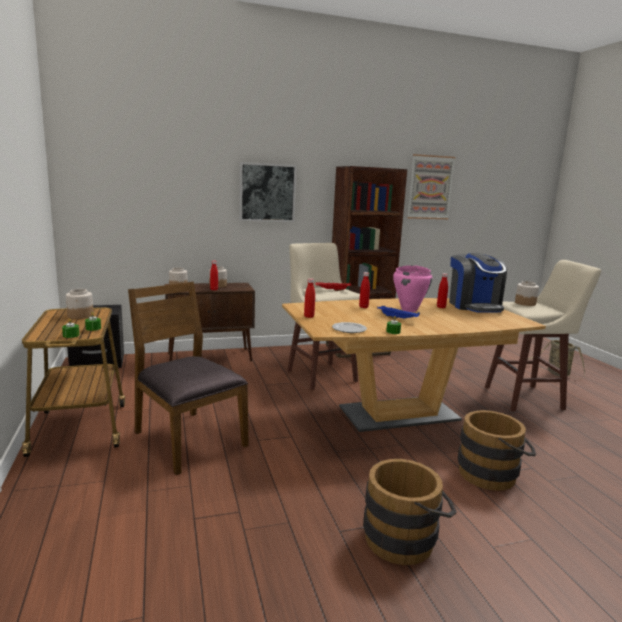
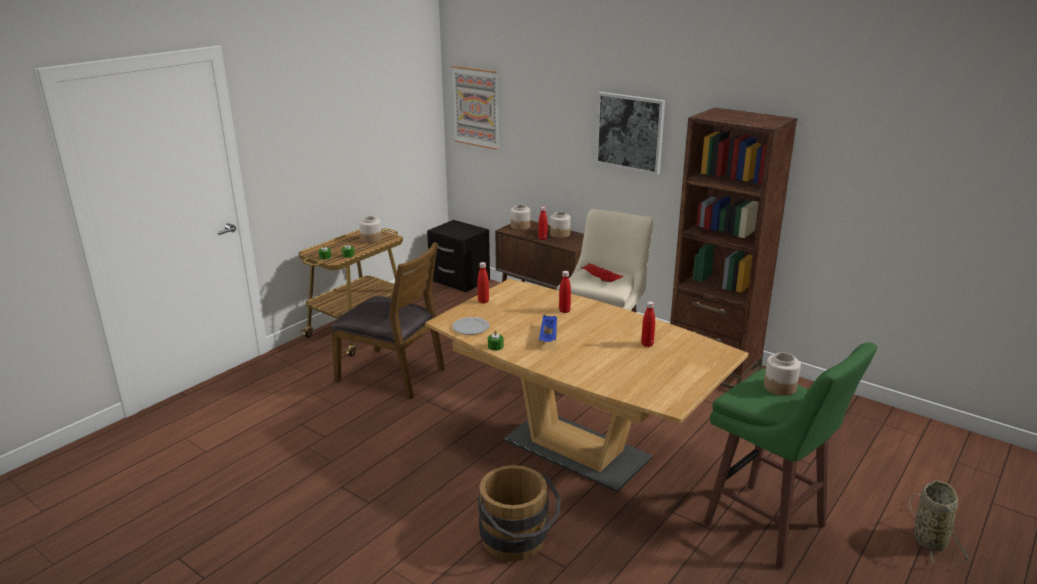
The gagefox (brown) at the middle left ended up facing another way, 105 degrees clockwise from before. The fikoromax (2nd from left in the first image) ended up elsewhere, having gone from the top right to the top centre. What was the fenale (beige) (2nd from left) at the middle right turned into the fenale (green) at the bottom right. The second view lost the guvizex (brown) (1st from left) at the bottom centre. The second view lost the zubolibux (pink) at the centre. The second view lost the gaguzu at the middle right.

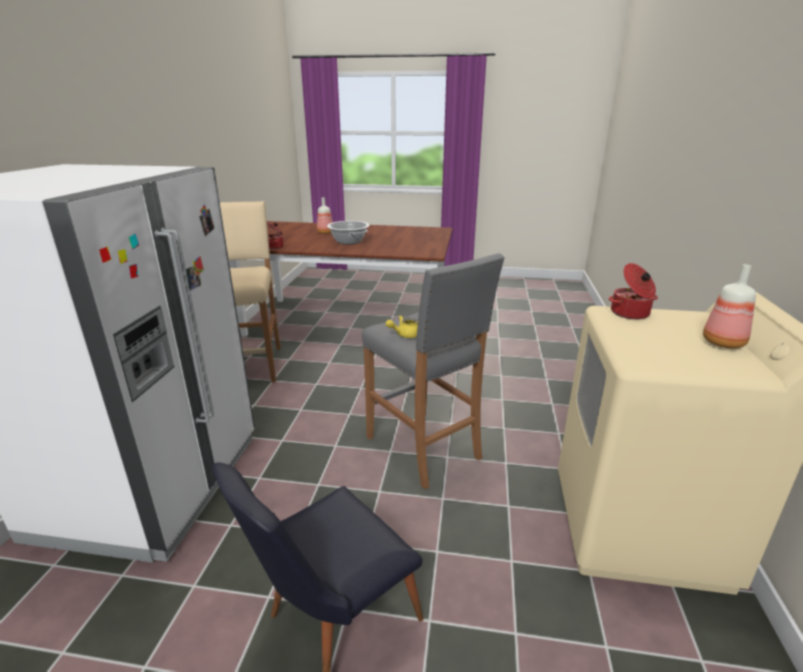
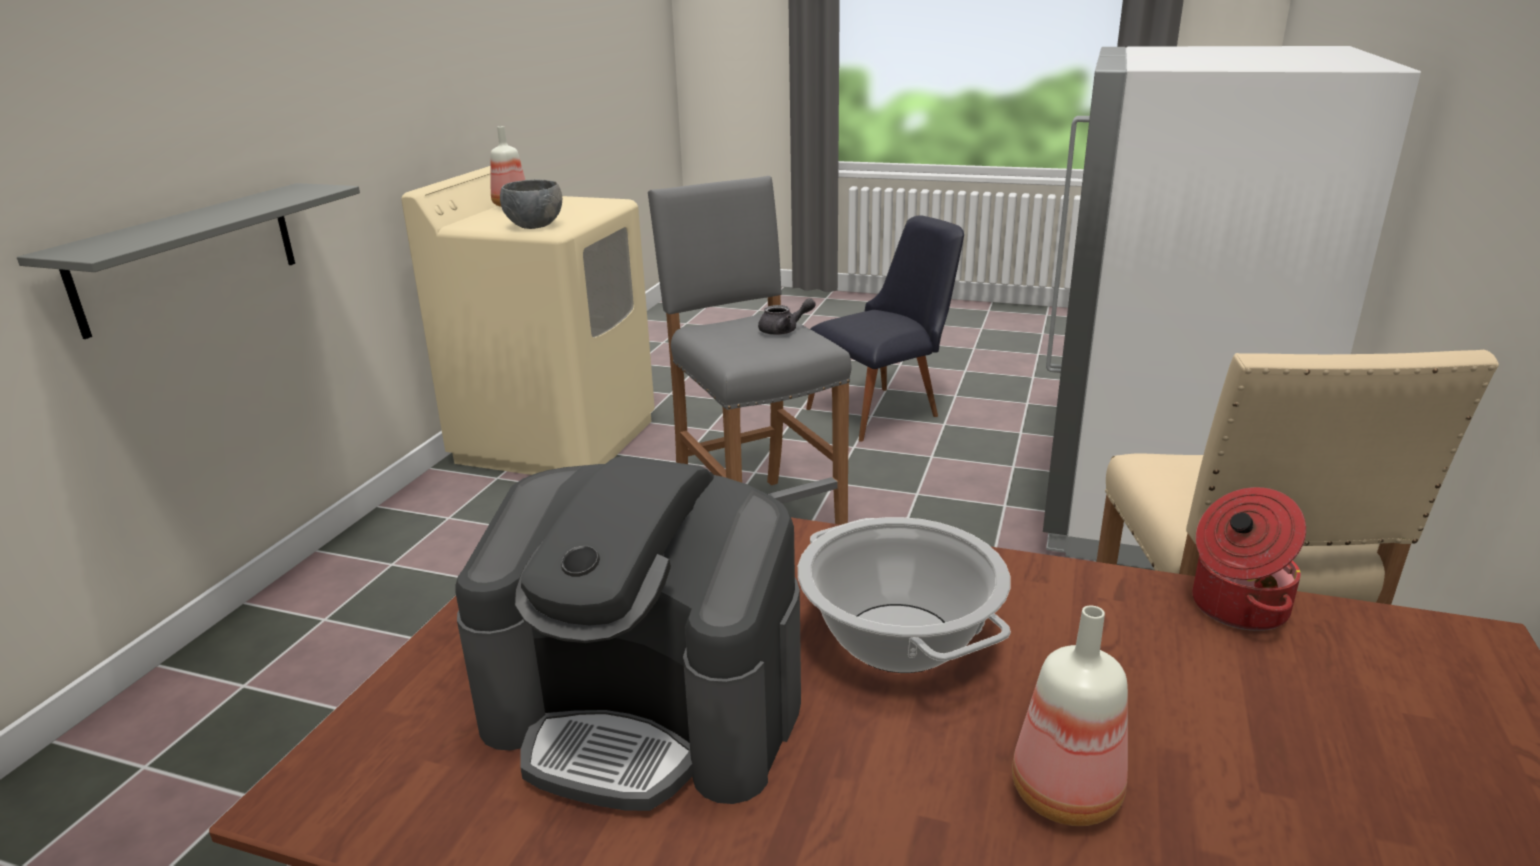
The second view gained the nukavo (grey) at the top left. The second view gained the gaguzu at the bottom centre. Where the zubolibux (3rd from left) stood at the middle right, the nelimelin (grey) came to stand at the top centre. What was the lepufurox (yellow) at the centre turned into the lepufurox (grey) at the centre.

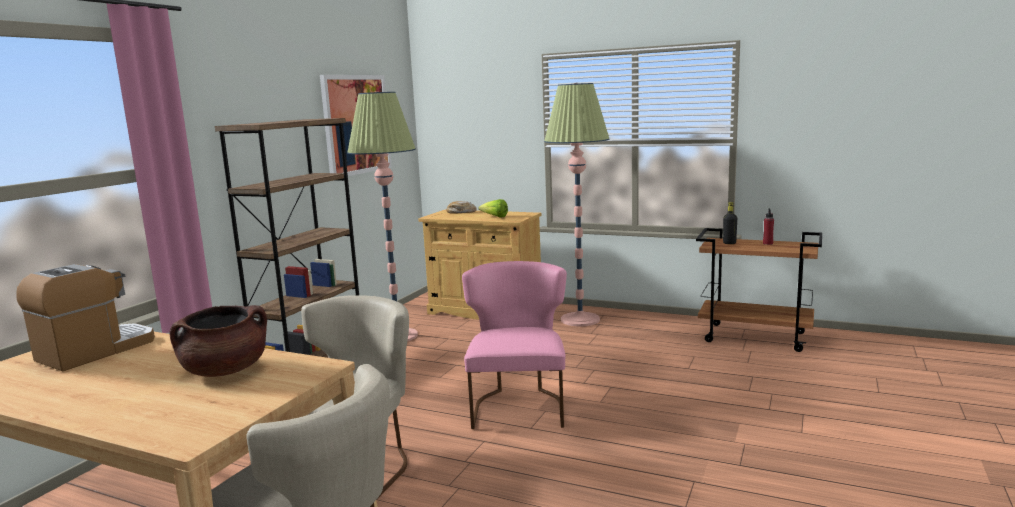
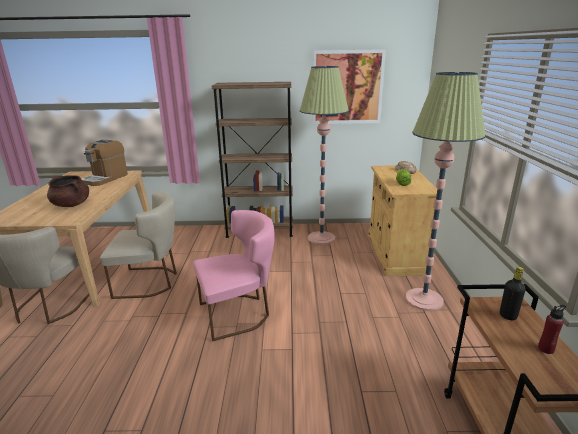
The gaguzu at the middle left ended up facing another way, 105 degrees clockwise from before.

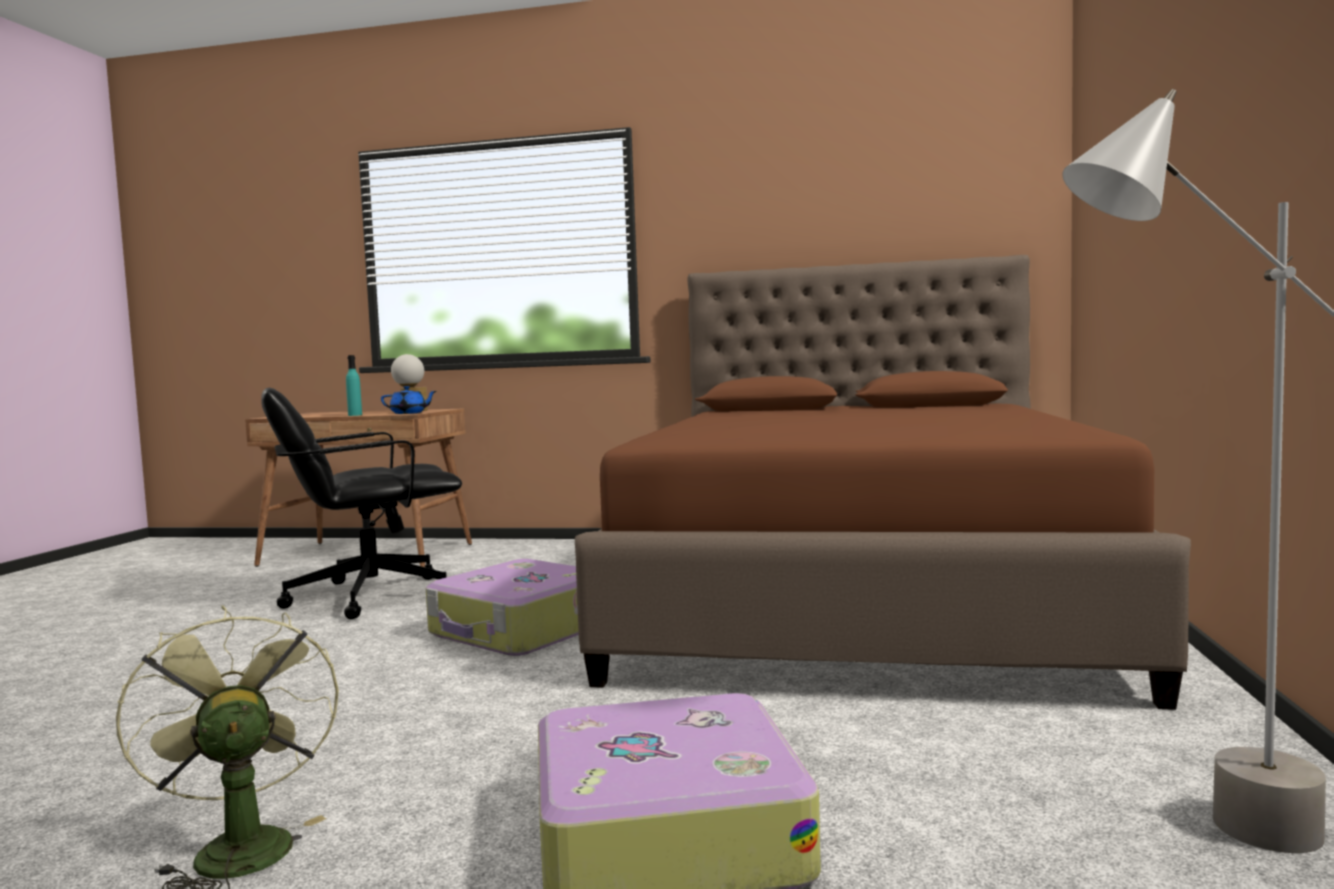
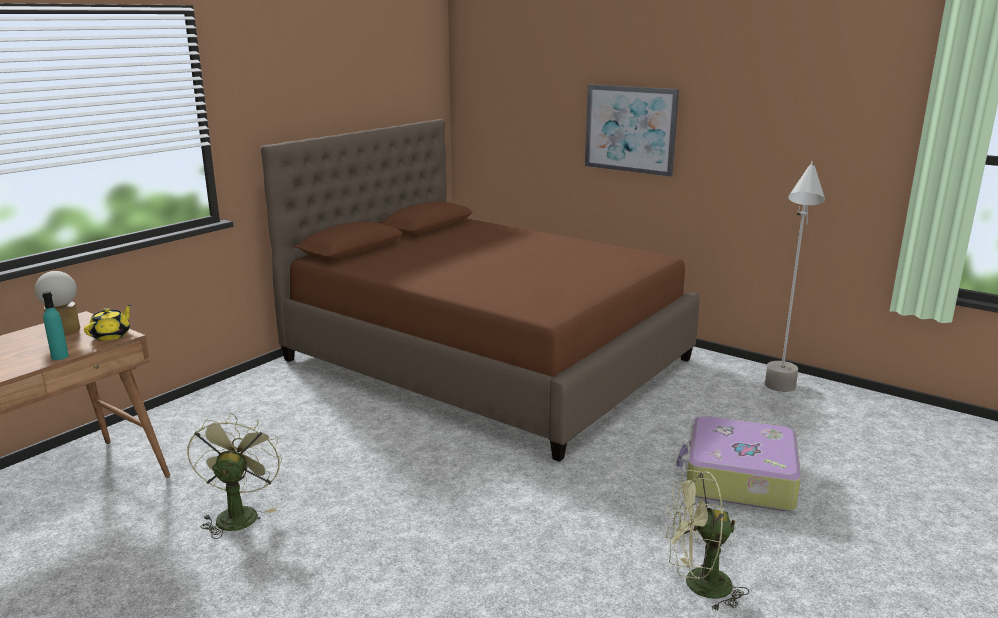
What was the lepufurox (blue) at the middle left turned into the lepufurox (yellow) at the middle left. Where the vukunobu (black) stood at the middle left, the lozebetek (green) (1st from left) came to stand at the bottom left. The second view gained the fikoromax at the top centre. The second view lost the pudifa (1st from left) at the bottom centre.

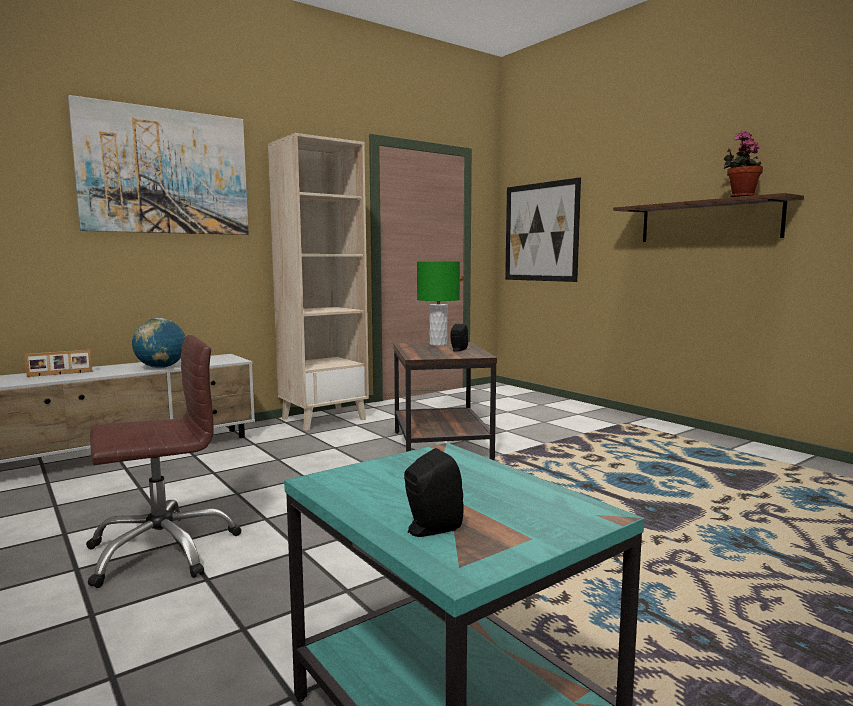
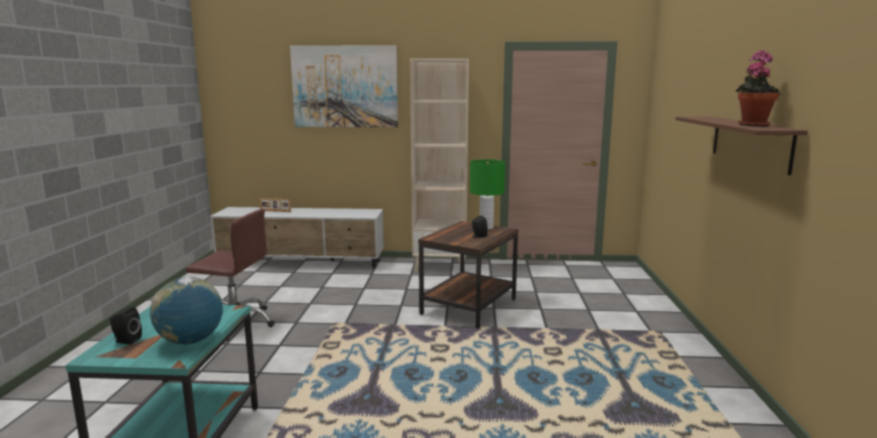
The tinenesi ended up elsewhere, having gone from the middle left to the bottom left. The second view lost the fikoromax (2nd from left) at the top centre.

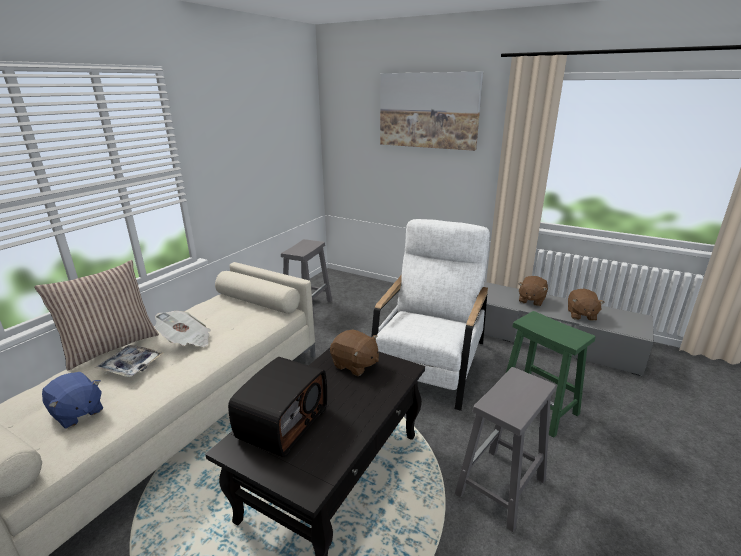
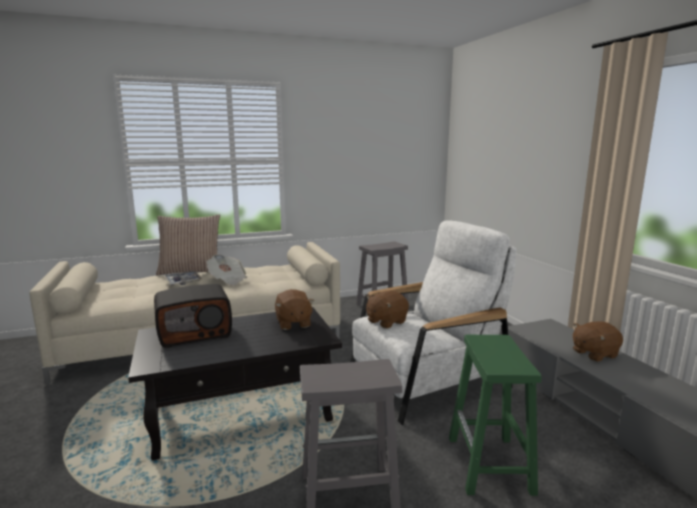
The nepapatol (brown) (3rd from left in the first image) ended up elsewhere, having gone from the middle right to the centre. The second view lost the nepapatol (blue) at the bottom left. The second view lost the fikoromax at the top centre.

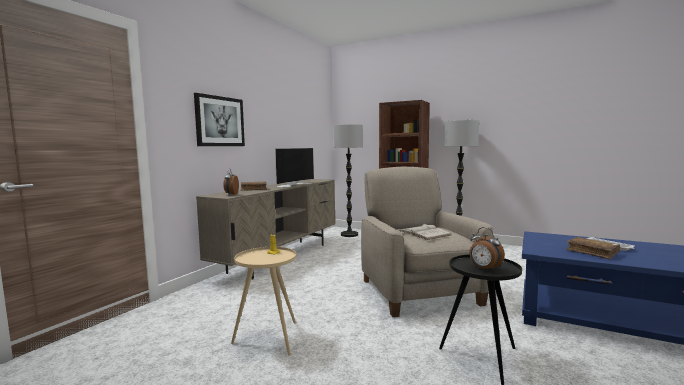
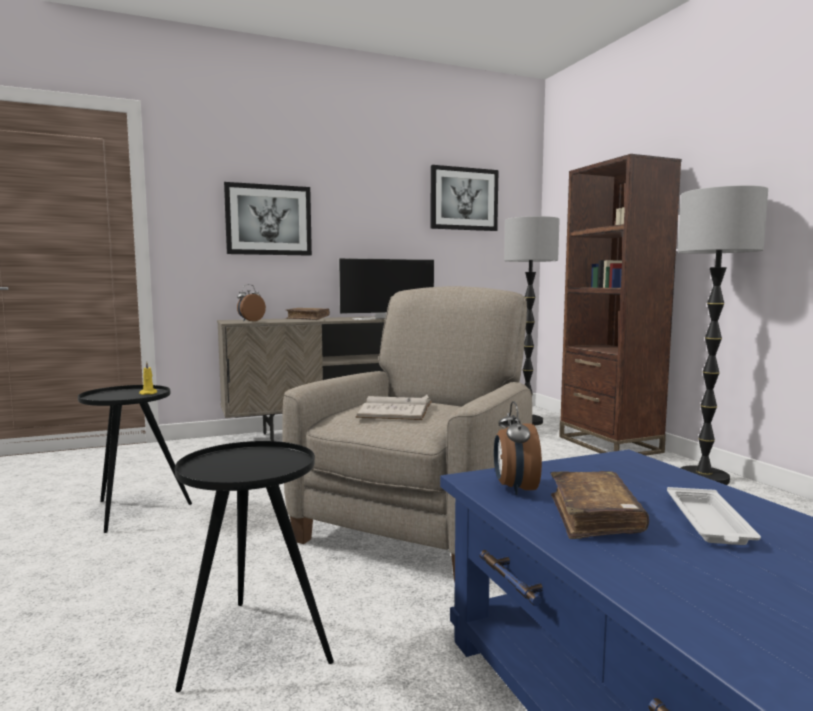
What was the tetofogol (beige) at the bottom centre turned into the tetofogol (black) (1st from left) at the middle left. The second view gained the fikoromax (2nd from left) at the top centre. The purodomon (2nd from left) ended up elsewhere, having gone from the middle right to the centre.

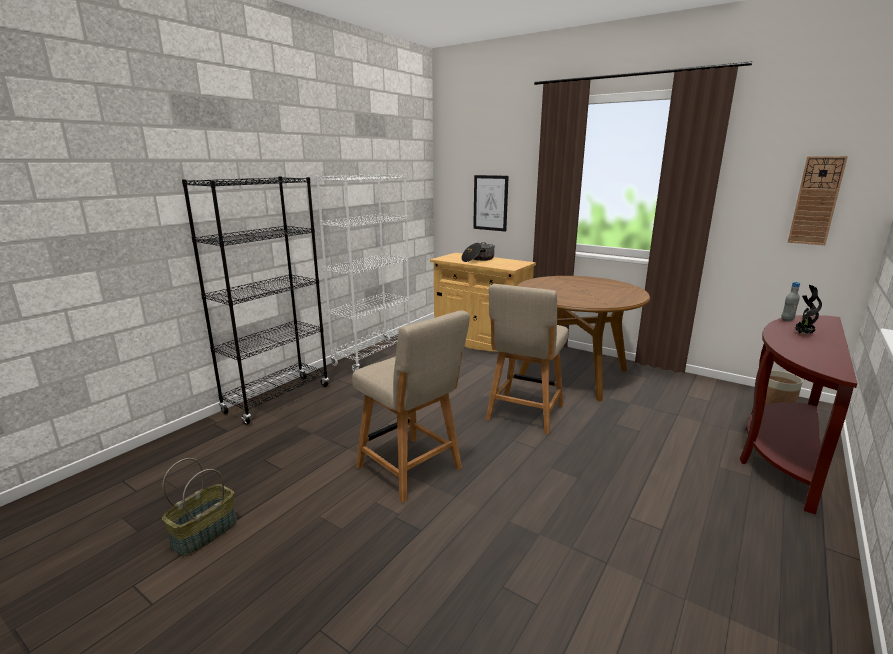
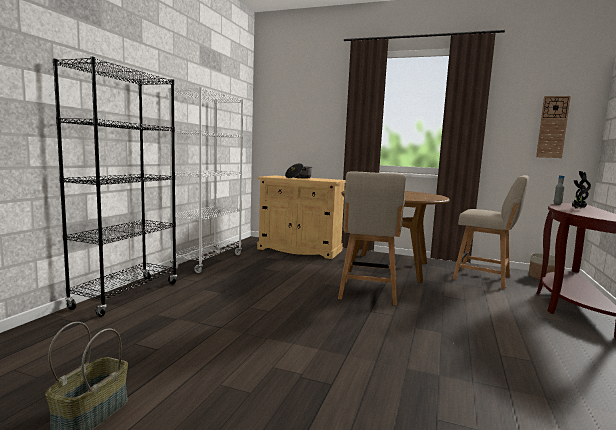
The gagefox (beige) (1st from left in the first image) ended up elsewhere, having gone from the centre to the middle right. The second view lost the fikoromax at the top centre.

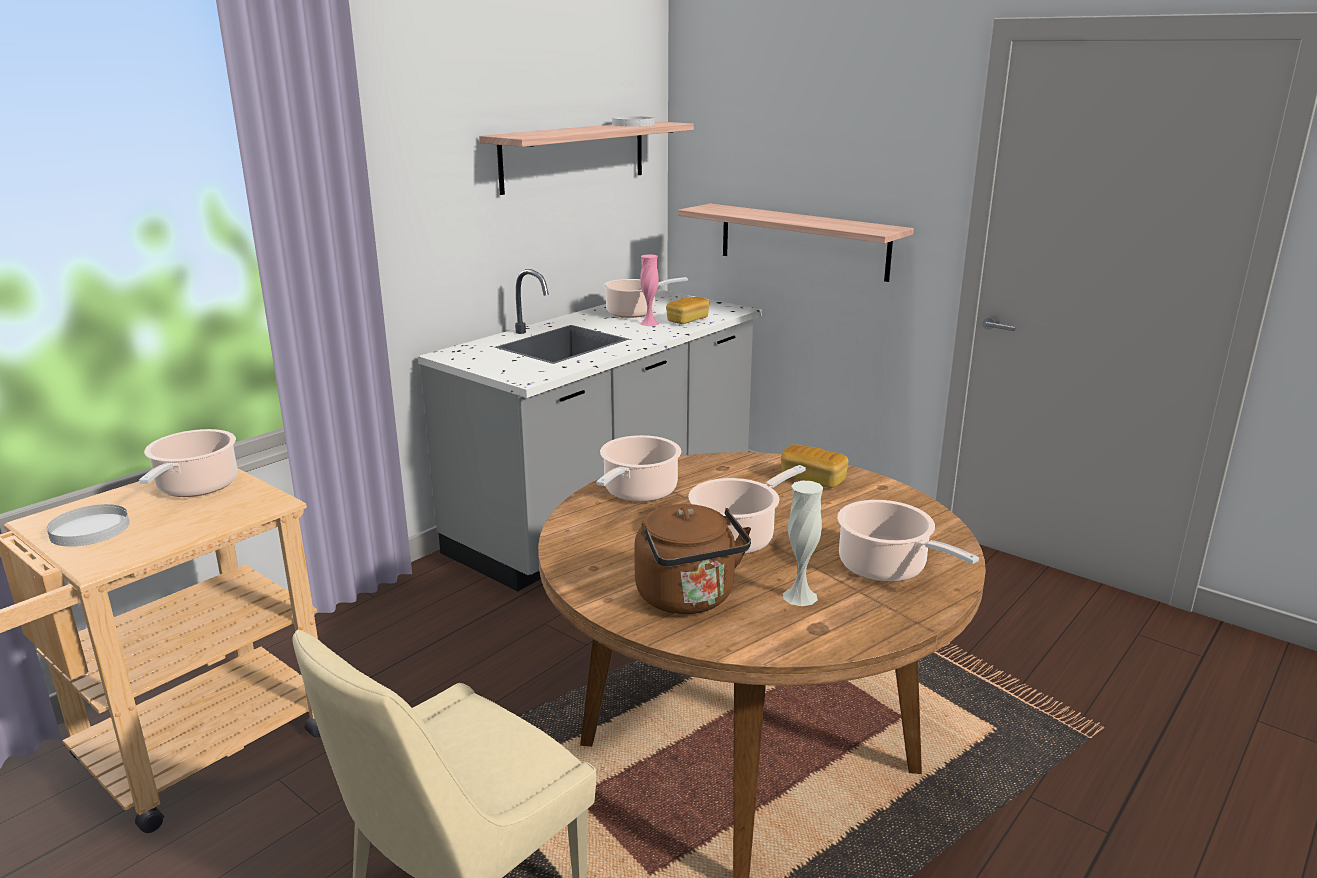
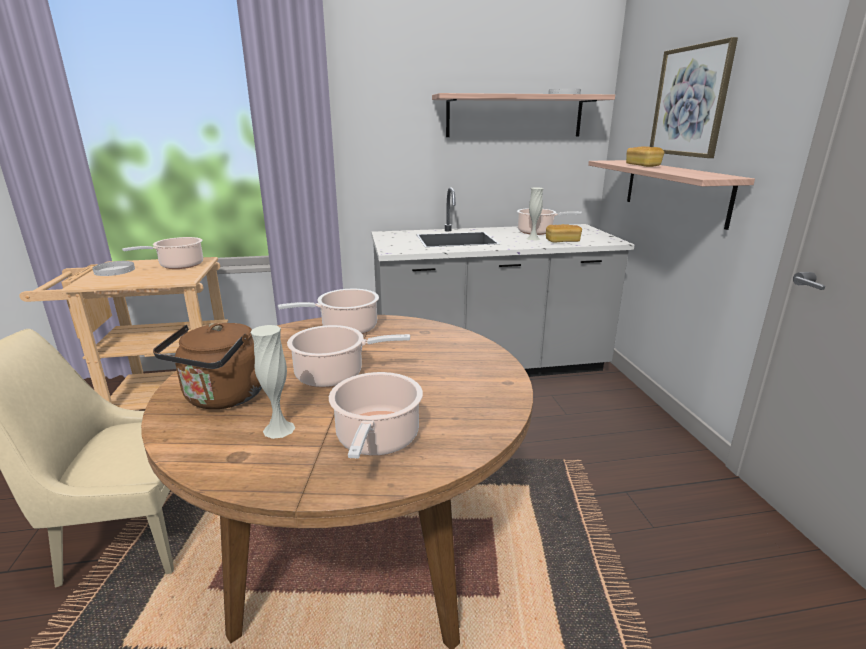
What was the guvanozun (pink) at the top centre turned into the guvanozun (white) (2nd from left) at the top centre. The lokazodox (2nd from left) ended up elsewhere, having gone from the centre to the top right. The second view gained the fikoromax at the top right.

